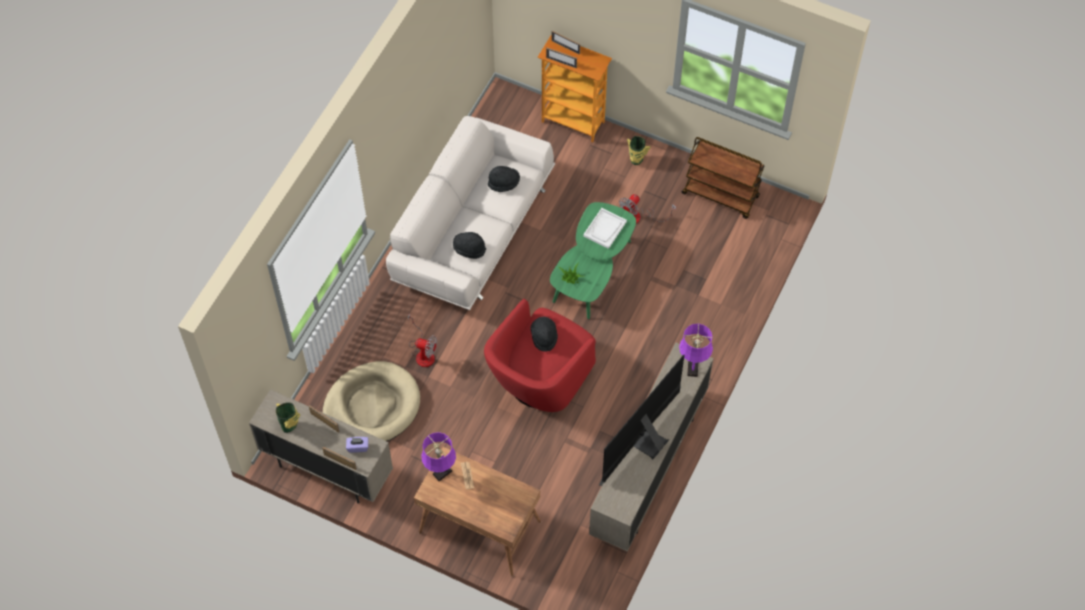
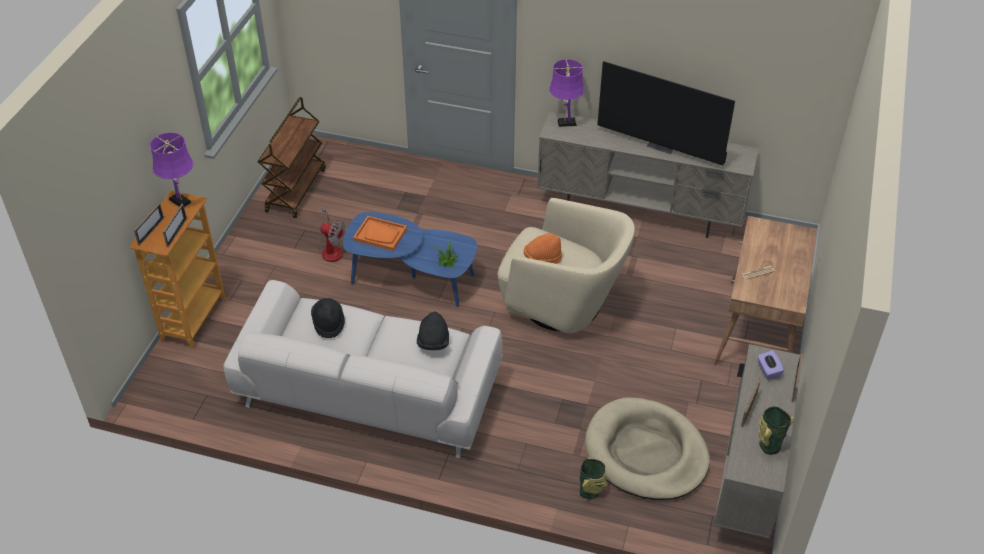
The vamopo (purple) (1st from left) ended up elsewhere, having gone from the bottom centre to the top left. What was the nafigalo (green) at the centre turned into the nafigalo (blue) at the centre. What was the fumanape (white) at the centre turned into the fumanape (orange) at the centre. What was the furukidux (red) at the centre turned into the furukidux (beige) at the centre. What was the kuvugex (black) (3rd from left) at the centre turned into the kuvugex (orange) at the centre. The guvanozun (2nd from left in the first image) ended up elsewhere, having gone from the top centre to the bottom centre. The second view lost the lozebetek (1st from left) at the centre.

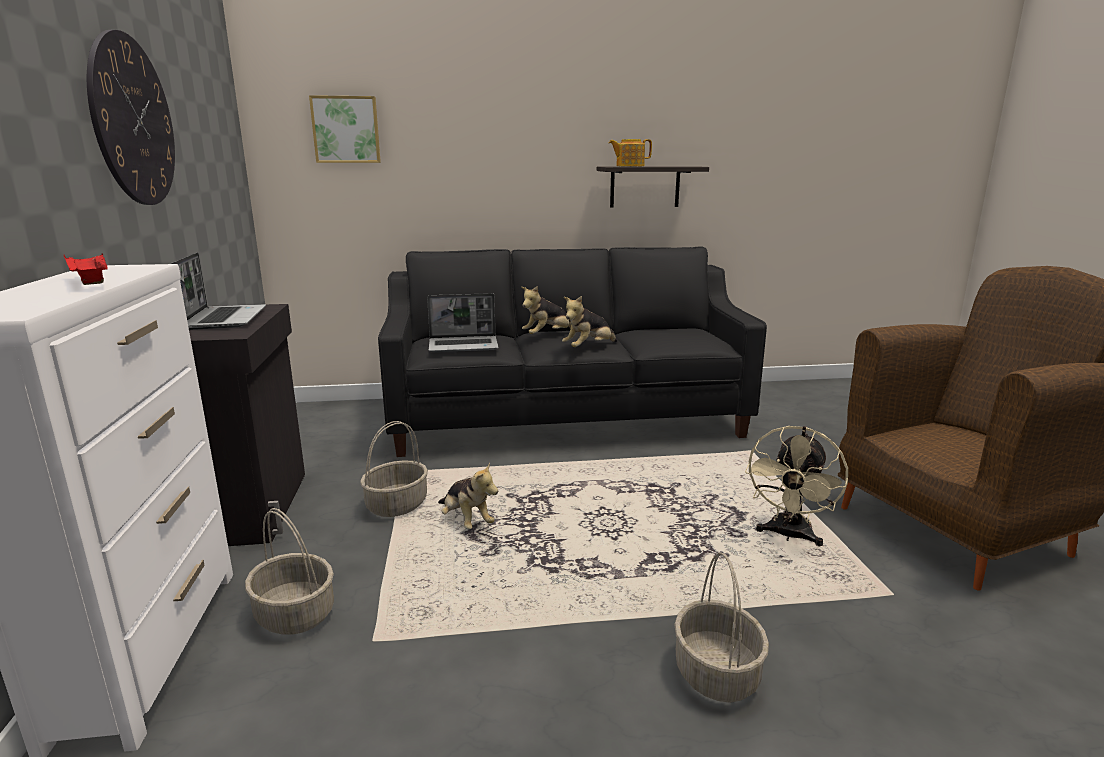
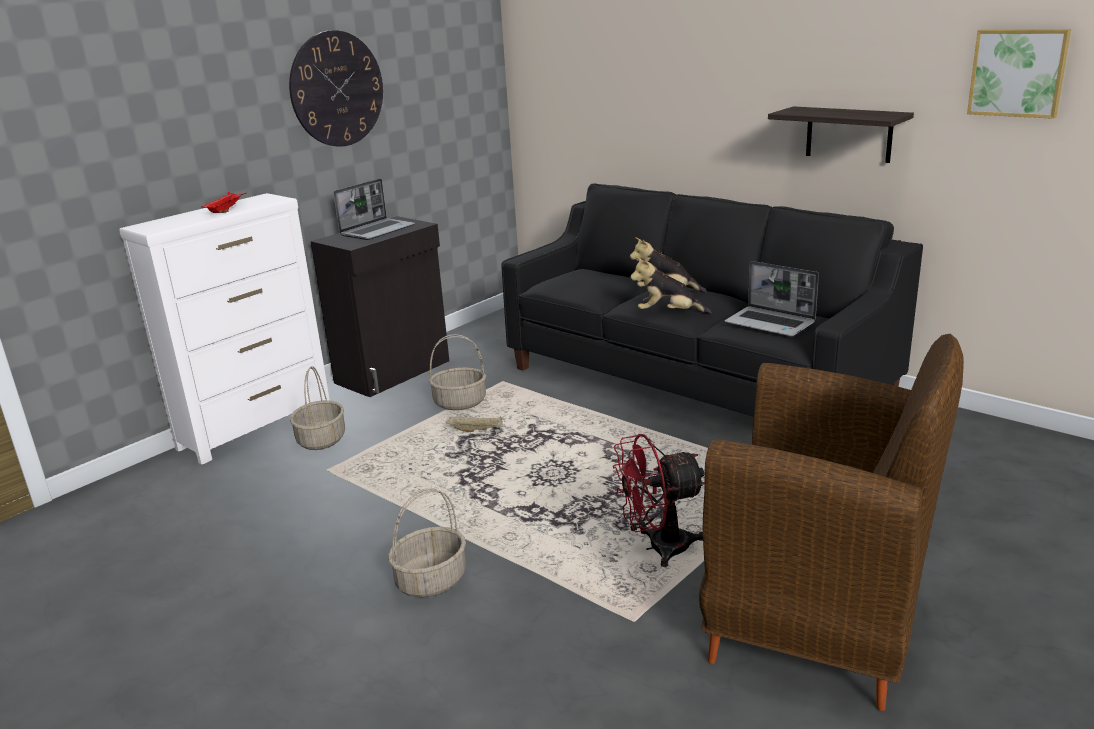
Where the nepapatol (1st from left) stood at the centre, the fumanape (beige) came to stand at the centre. What was the lozebetek (beige) at the middle right turned into the lozebetek (red) at the bottom centre. The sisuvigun (2nd from left) ended up elsewhere, having gone from the centre to the middle right. The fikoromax ended up elsewhere, having gone from the top left to the top right. The second view lost the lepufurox at the top centre.

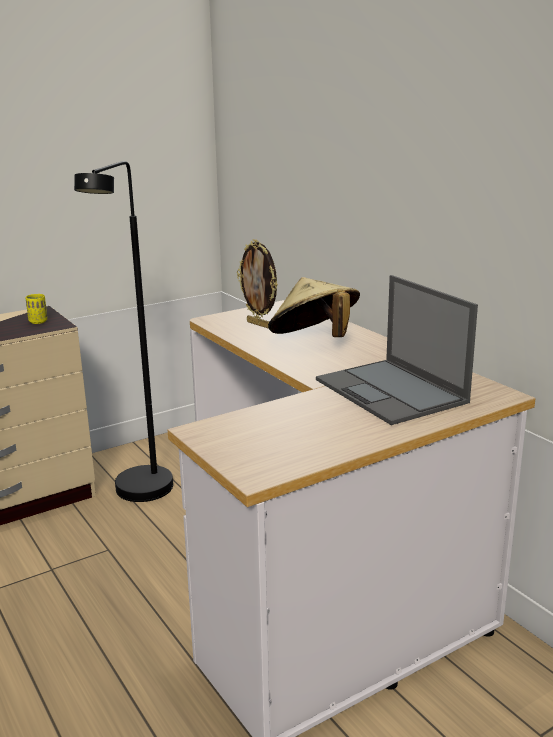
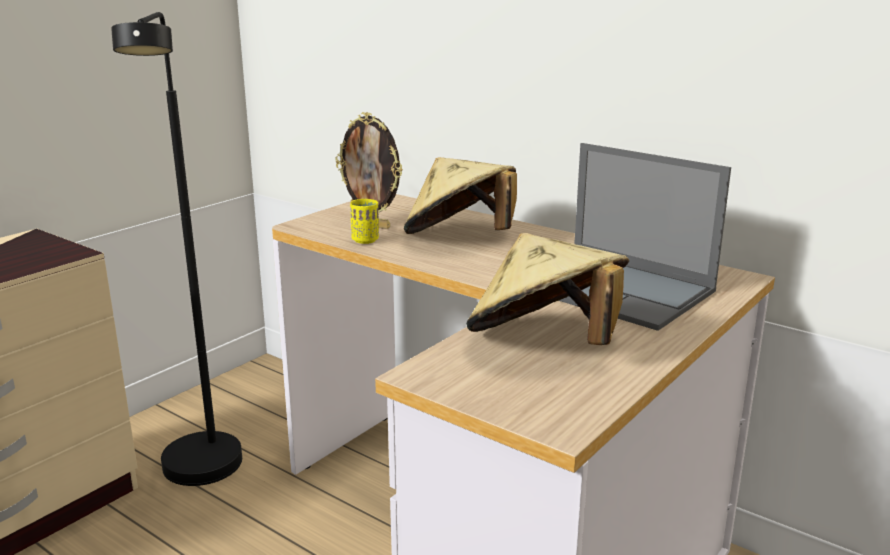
The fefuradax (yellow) ended up elsewhere, having gone from the middle left to the centre. The second view gained the kuvugex (beige) (2nd from left) at the centre.

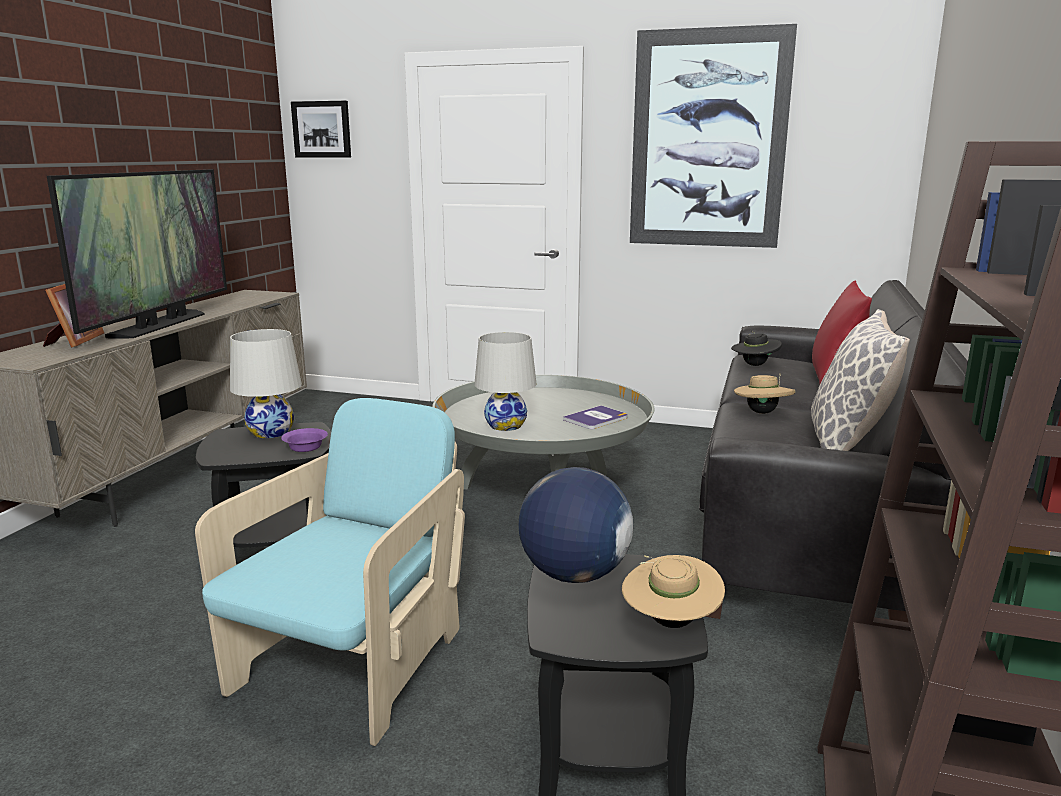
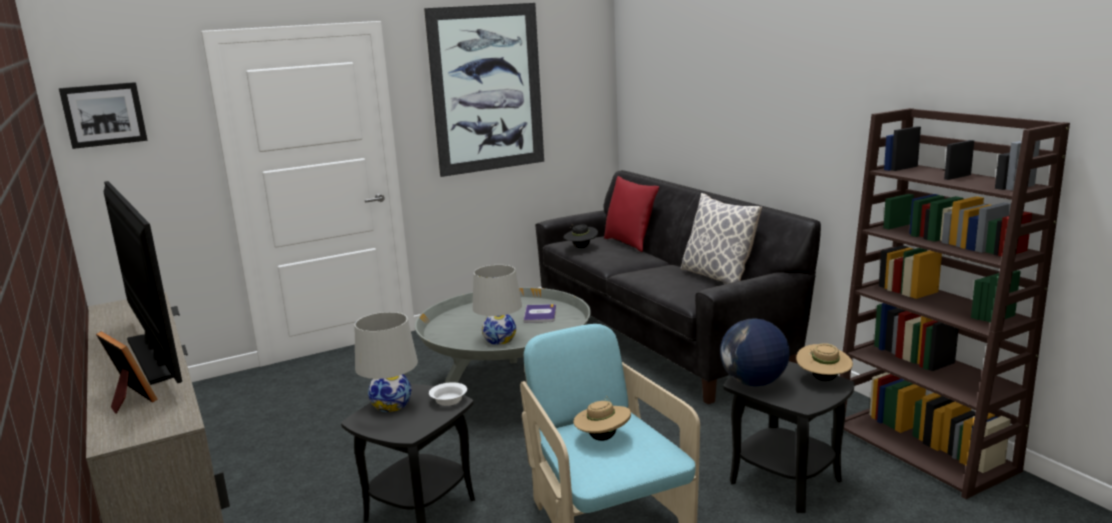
What was the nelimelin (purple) at the middle left turned into the nelimelin (white) at the bottom centre. The kuvugex (beige) (2nd from left in the first image) ended up elsewhere, having gone from the middle right to the bottom centre.

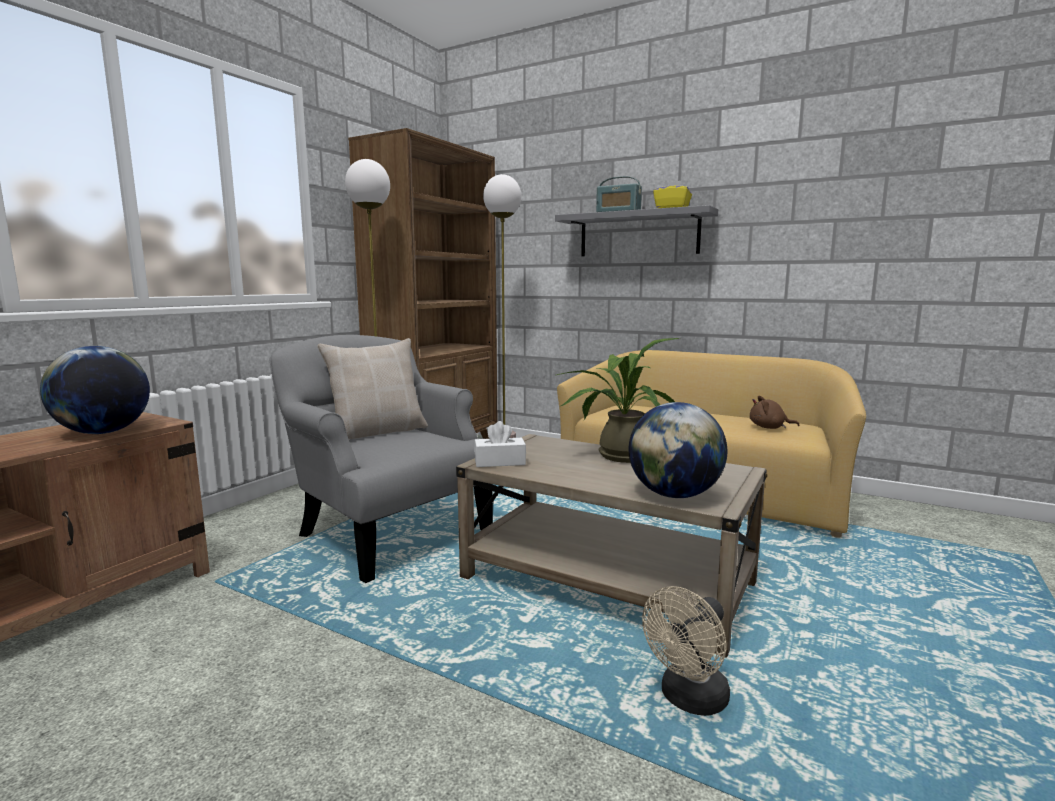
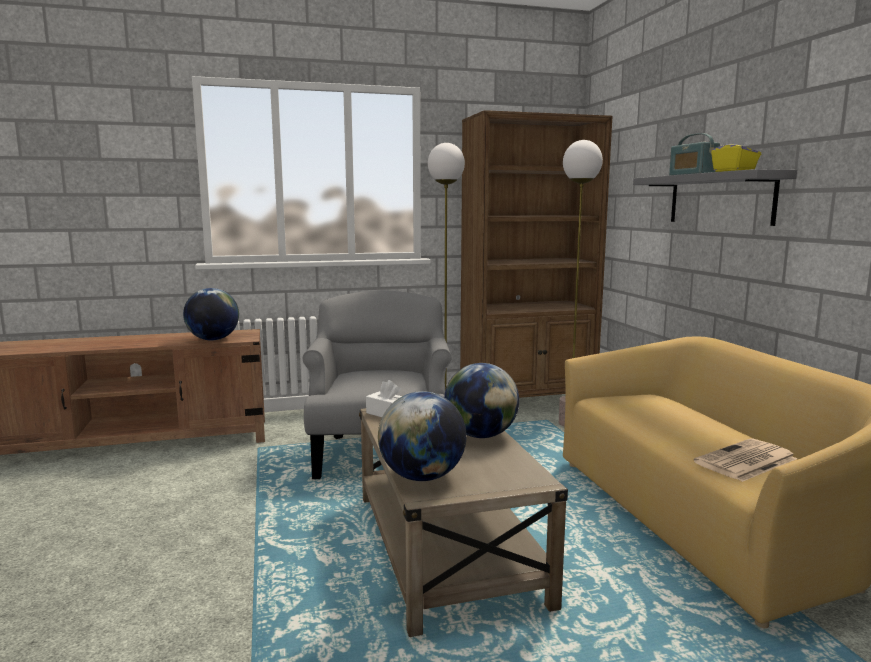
Where the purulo stood at the centre, the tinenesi (3rd from left) came to stand at the centre. Where the nepapatol (brown) stood at the middle right, the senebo came to stand at the bottom right. The second view lost the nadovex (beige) at the centre. The second view lost the lozebetek (beige) at the bottom centre.

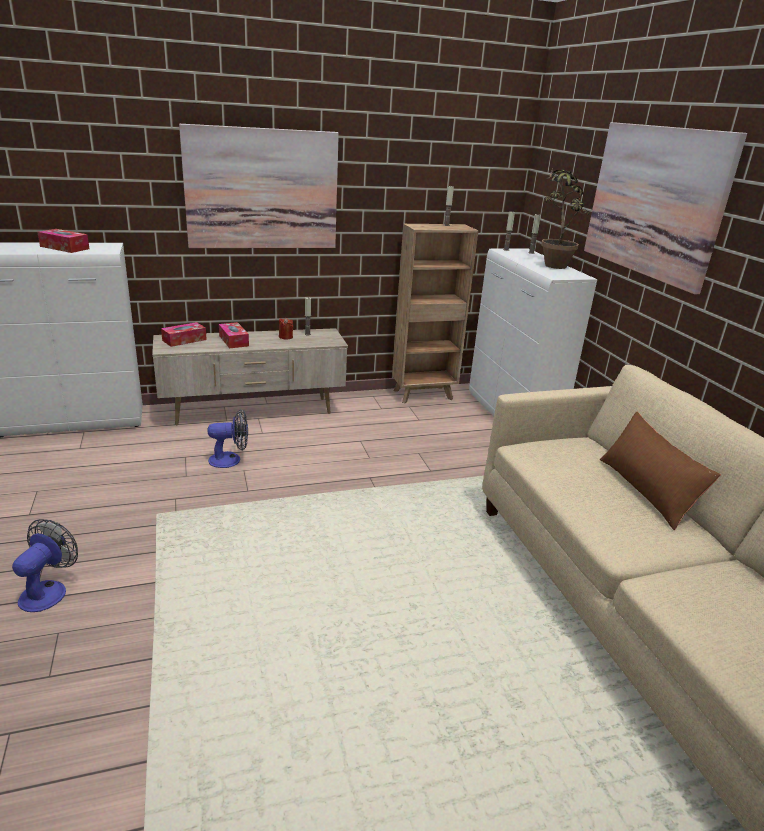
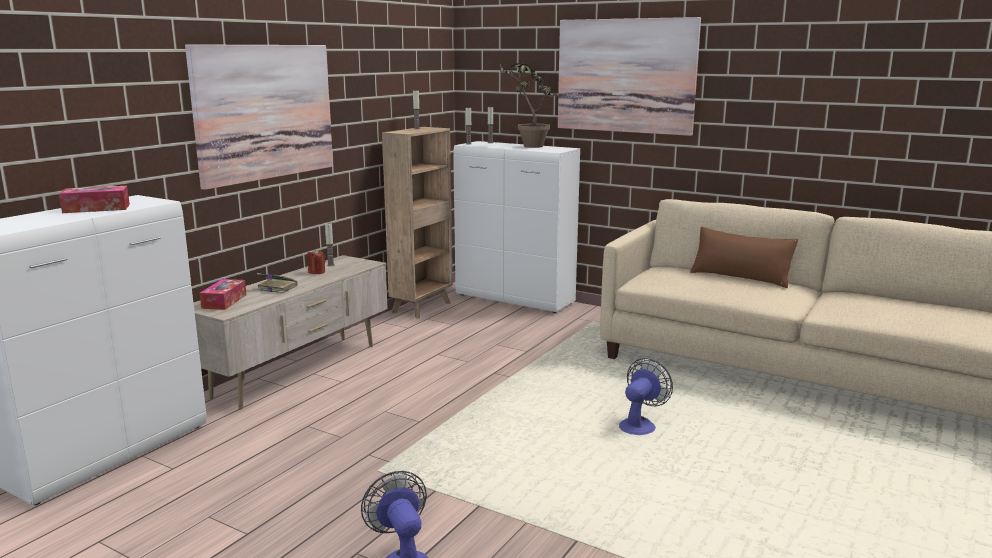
Where the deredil (3rd from left) stood at the middle left, the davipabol came to stand at the middle left. The lozebetek (2nd from left) ended up elsewhere, having gone from the middle left to the bottom centre.

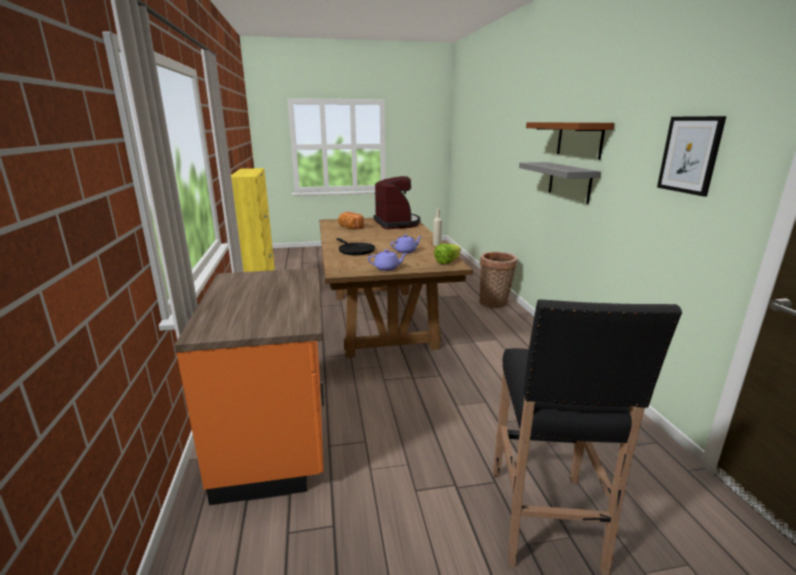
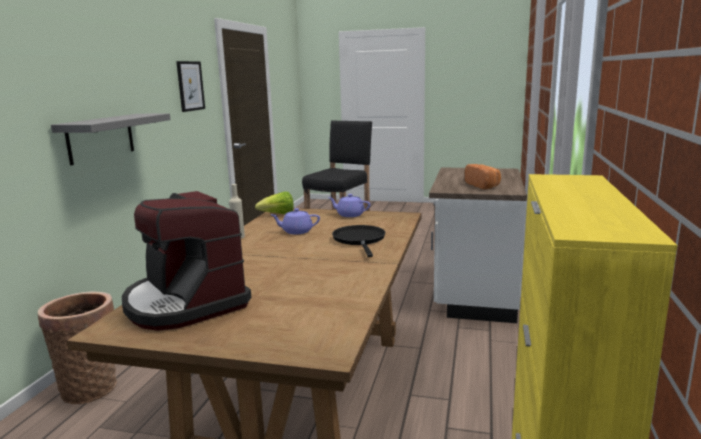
The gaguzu at the centre ended up facing another way, 45 degrees counterclockwise from before. What was the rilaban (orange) at the bottom left turned into the rilaban (white) at the middle right. The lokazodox ended up elsewhere, having gone from the centre to the middle right. The second view lost the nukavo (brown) at the top right.

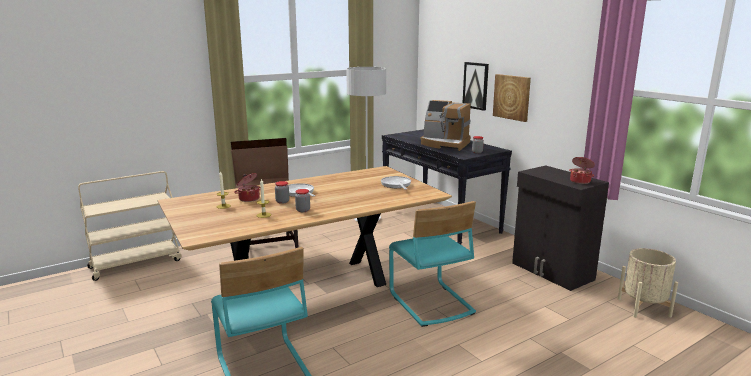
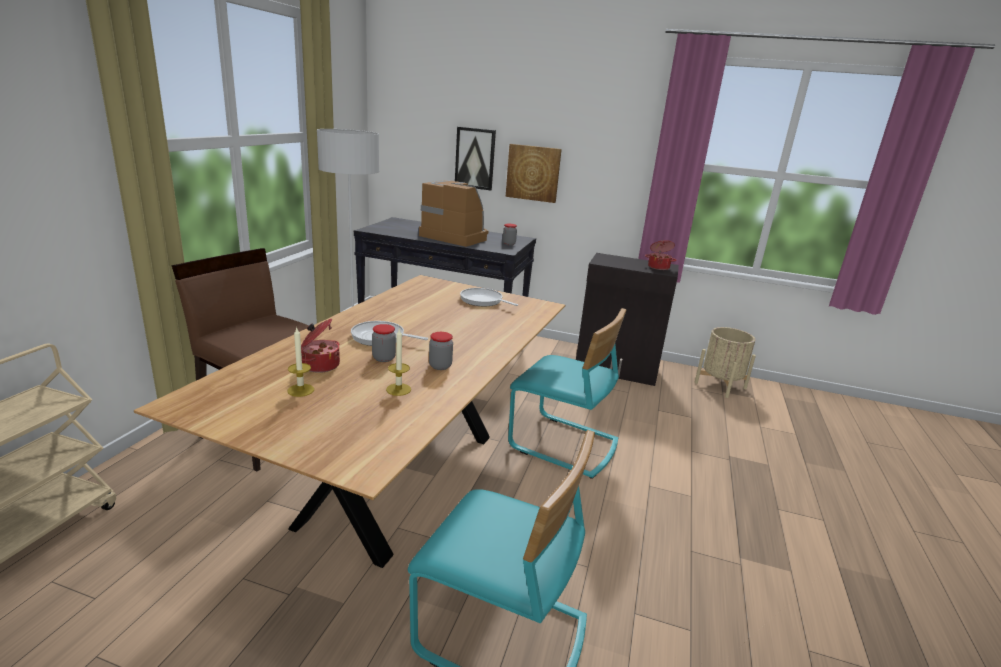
The gaguzu at the top centre ended up facing another way, 135 degrees counterclockwise from before.

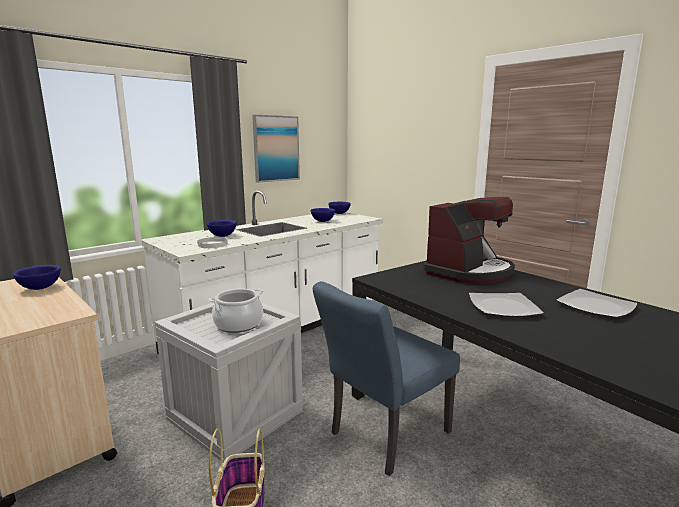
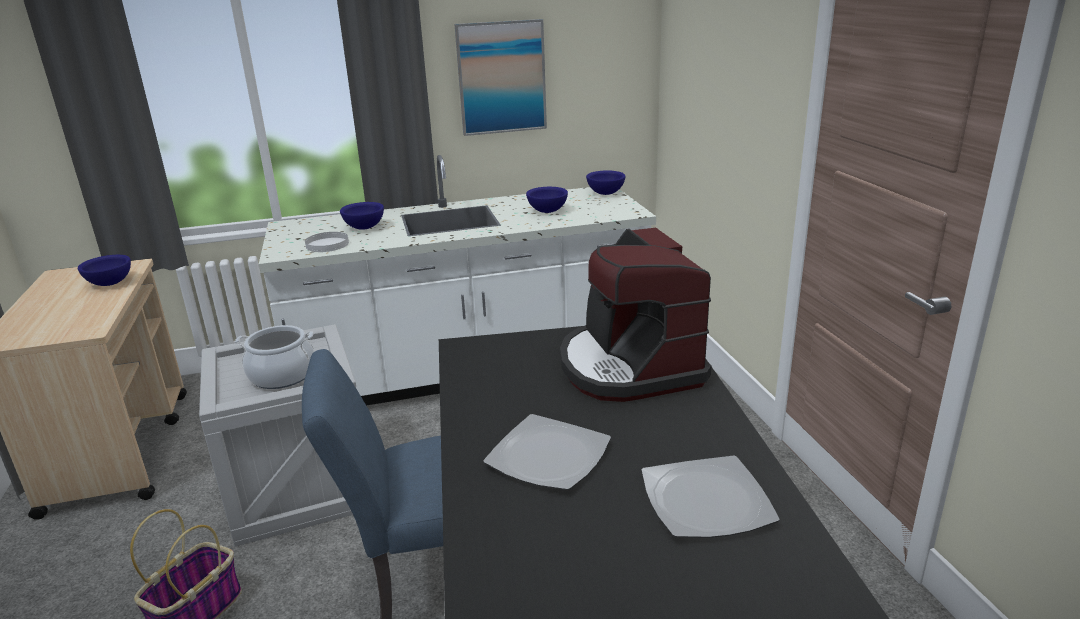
The gaguzu at the middle right ended up facing another way, 90 degrees clockwise from before.

